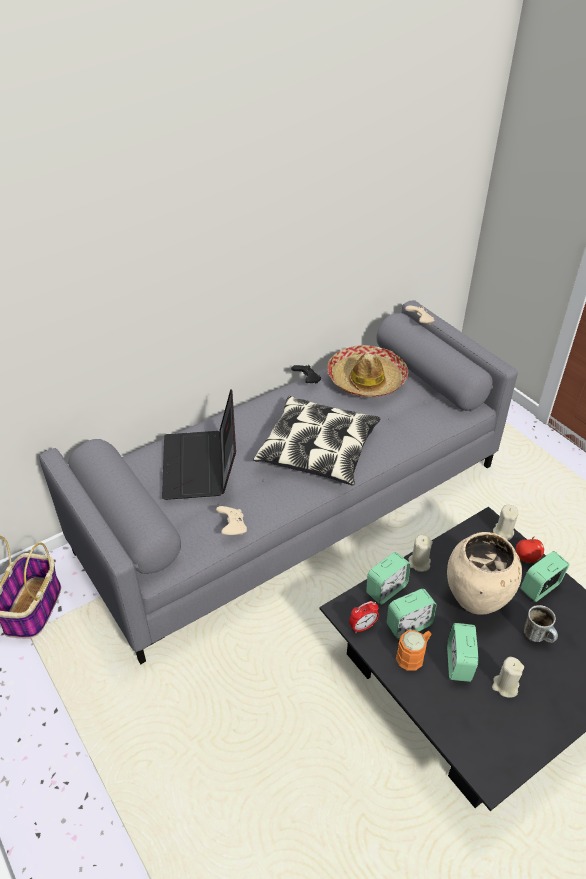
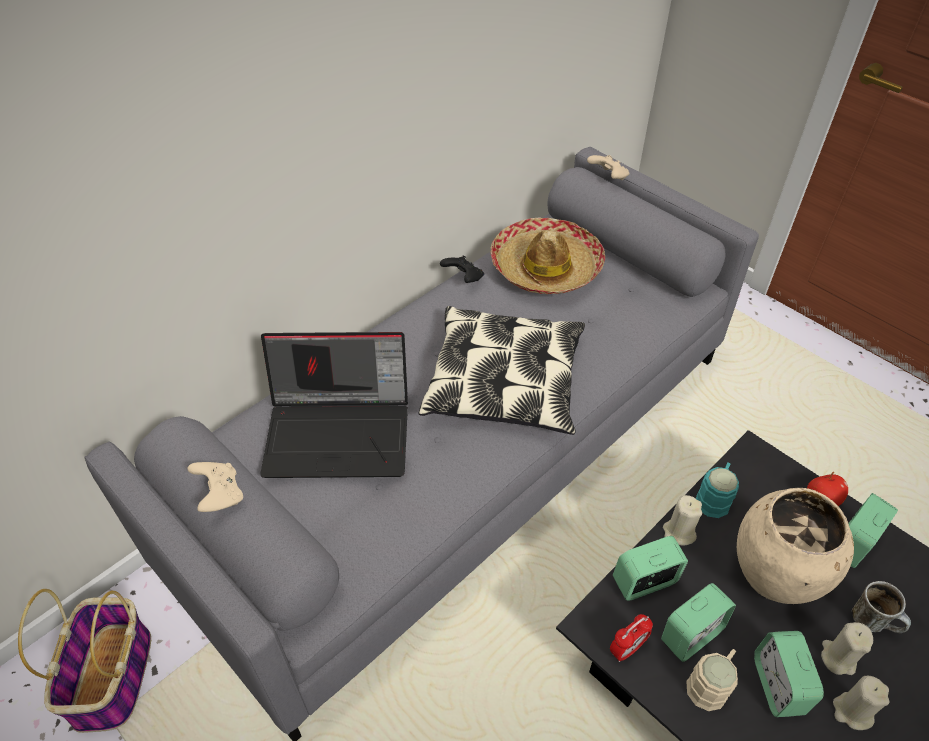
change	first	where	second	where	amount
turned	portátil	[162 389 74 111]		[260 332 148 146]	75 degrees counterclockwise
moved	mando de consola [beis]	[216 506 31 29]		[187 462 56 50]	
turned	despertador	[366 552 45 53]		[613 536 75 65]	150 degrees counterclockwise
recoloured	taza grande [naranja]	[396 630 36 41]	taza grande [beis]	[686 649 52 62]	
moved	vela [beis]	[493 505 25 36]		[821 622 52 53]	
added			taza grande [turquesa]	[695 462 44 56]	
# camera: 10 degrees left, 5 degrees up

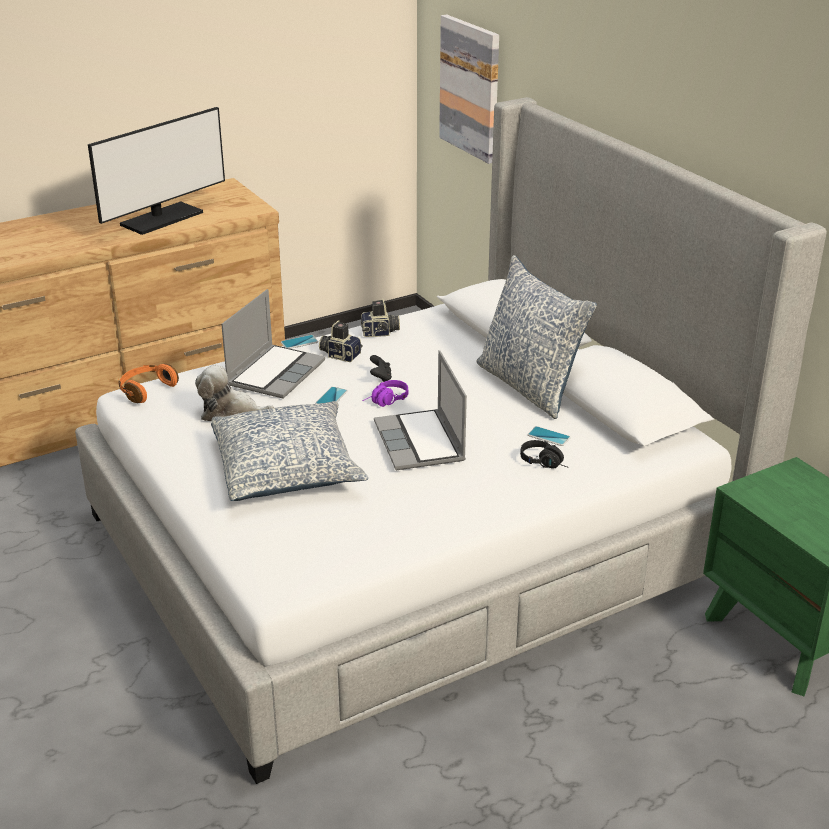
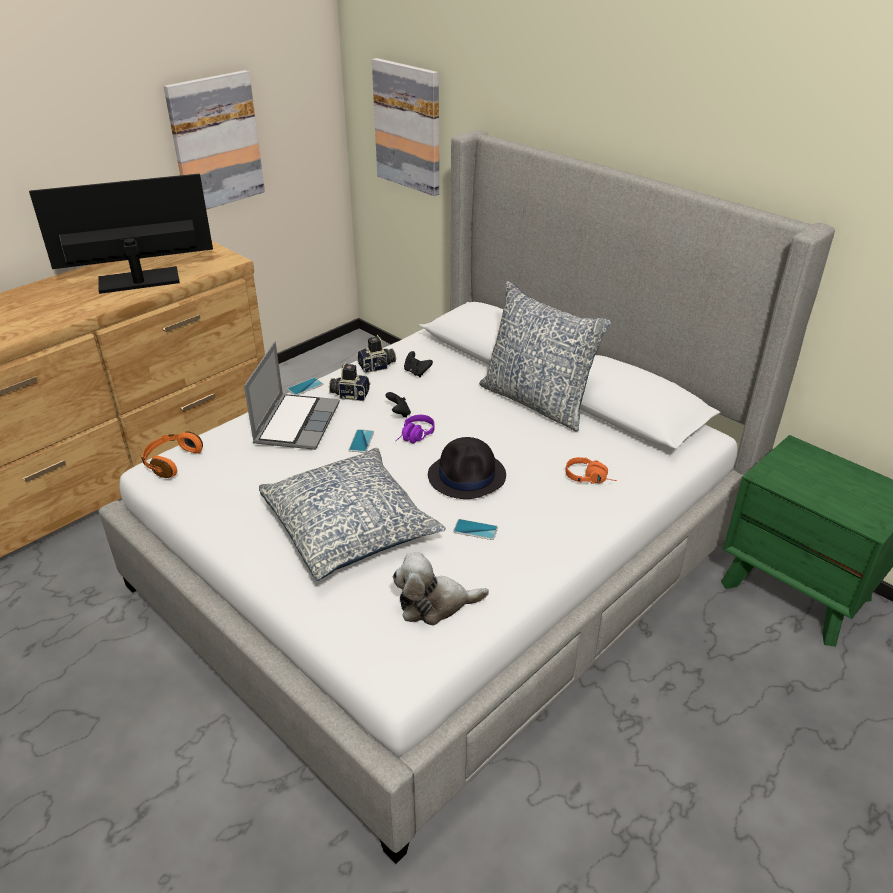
change	first	where	second	where	amount
turned	monitor	[88 107 137 128]		[29 173 184 121]	135 degrees counterclockwise
moved	peluche	[195 364 79 57]		[393 553 96 72]	
replaced	portátil	[374 350 93 120]	sombrero [negro]	[428 437 78 62]	
recoloured	auriculares [negro]	[520 440 47 29]	auriculares [naranja]	[566 457 51 27]	
moved	móvil	[528 426 43 20]		[453 519 45 21]	
added			cuadro	[164 70 101 140]	
added			mando de consola [negro]	[404 351 29 26]	
# camera: 15 degrees left, 5 degrees up

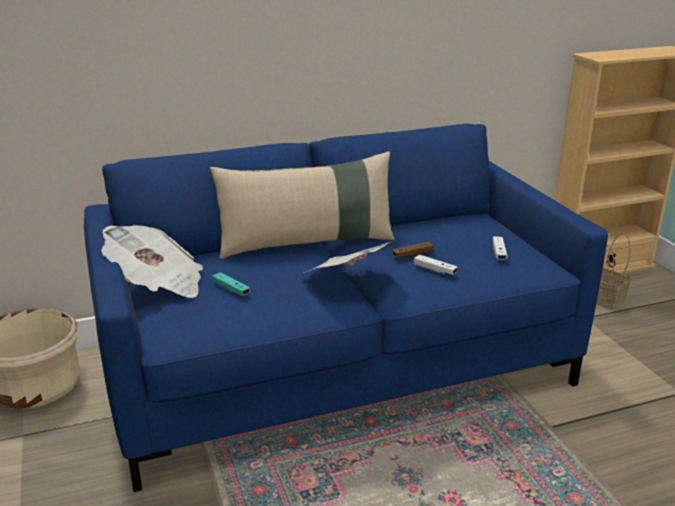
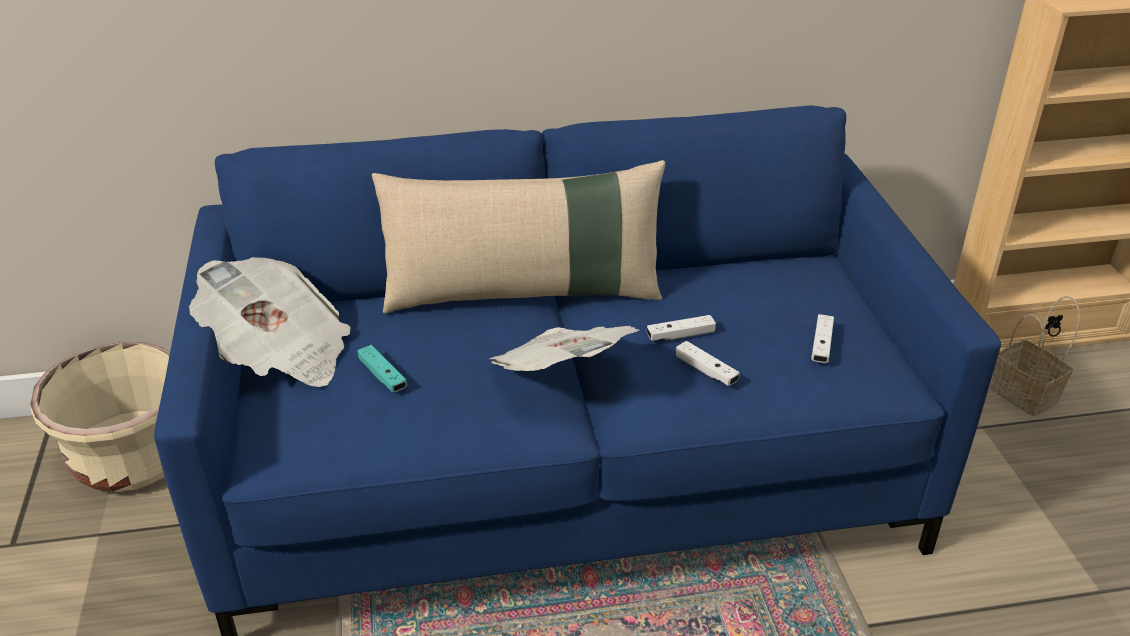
change	first	where	second	where	amount
recoloured	mando de consola [marrón]	[392 242 42 16]	mando de consola [blanco]	[647 315 69 26]	
# camera: 10 degrees right, 10 degrees up

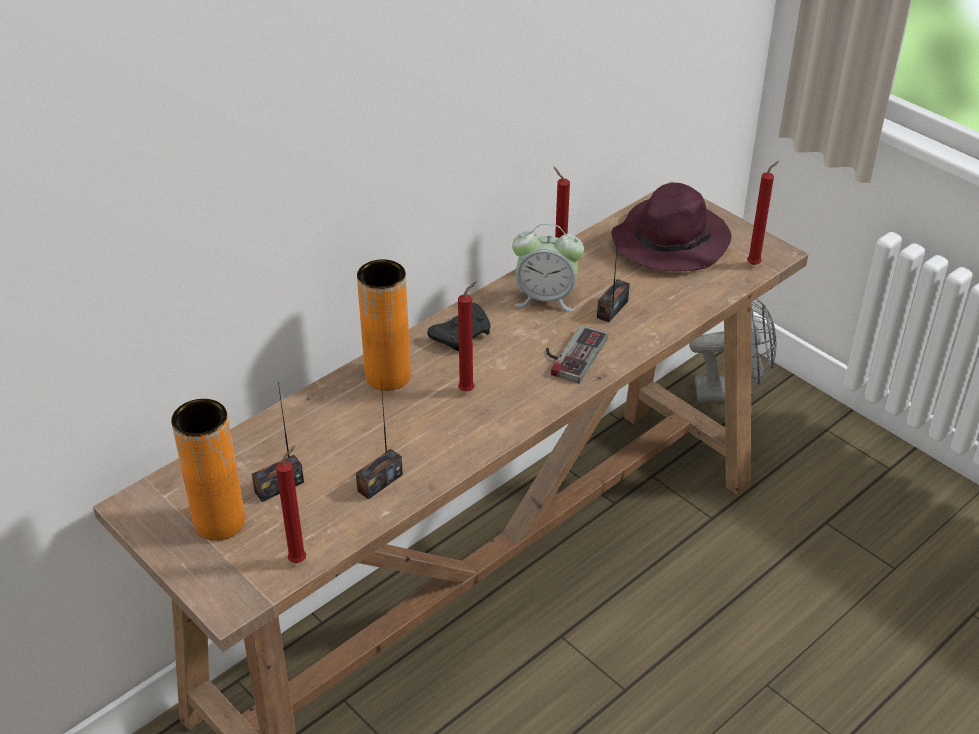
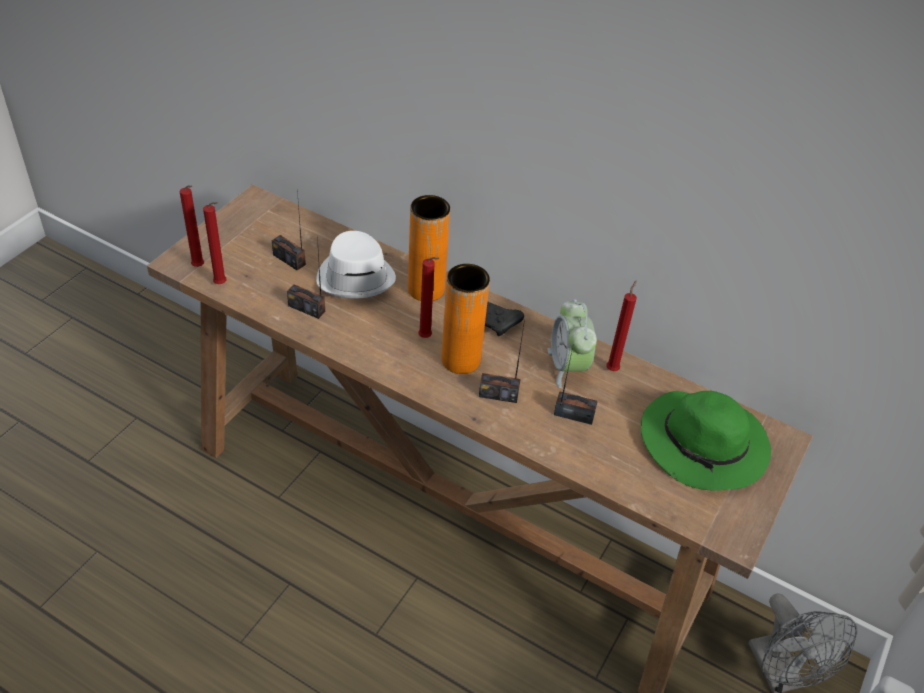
change	first	where	second	where	amount
moved	florero [naranja]	[171 399 74 142]		[441 264 49 110]	
replaced	mando de consola	[546 325 62 59]	radio	[479 319 46 84]	
recoloured	sombrero [morado]	[611 183 121 88]	sombrero [verde]	[641 391 130 100]	
moved	vela [rojo]	[747 161 32 104]		[180 185 24 82]	
added			sombrero [blanco]	[316 231 80 68]	
# camera: 70 degrees right, 5 degrees up

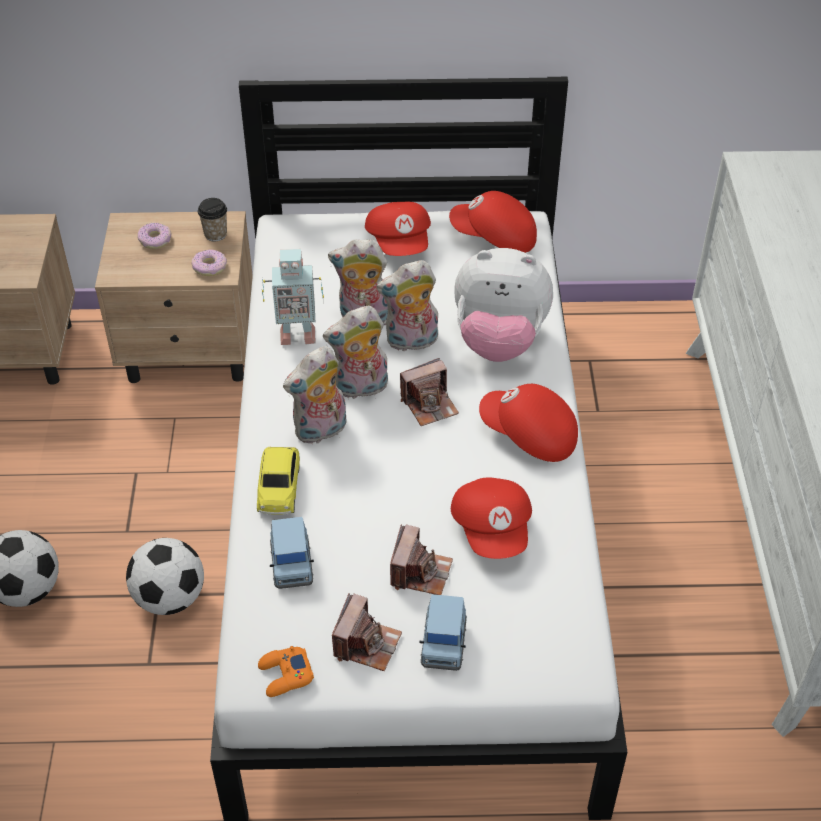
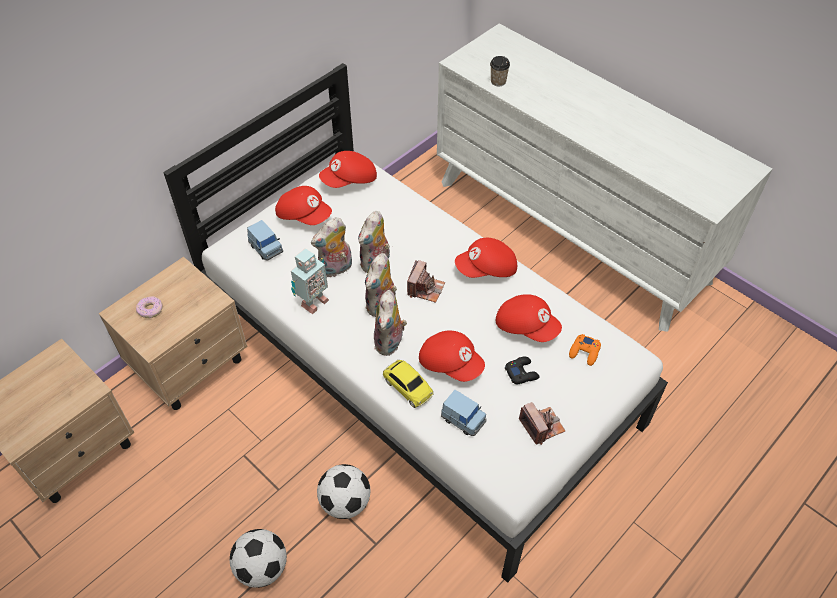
change	first	where	second	where	amount
removed	rosquilla	[191 249 36 27]			
moved	taza	[198 198 29 43]		[490 56 20 30]	
moved	mando de consola [naranja]	[258 646 56 51]		[569 334 32 32]	
replaced	cámara	[390 524 63 71]	mando de consola [negro]	[505 356 34 28]	
moved	coche de juguete [azul]	[419 594 48 77]		[247 220 36 40]	
removed	peluche	[454 248 99 114]			
added			gorra [rojo]	[419 331 66 51]	
# camera: 45 degrees left, 5 degrees up

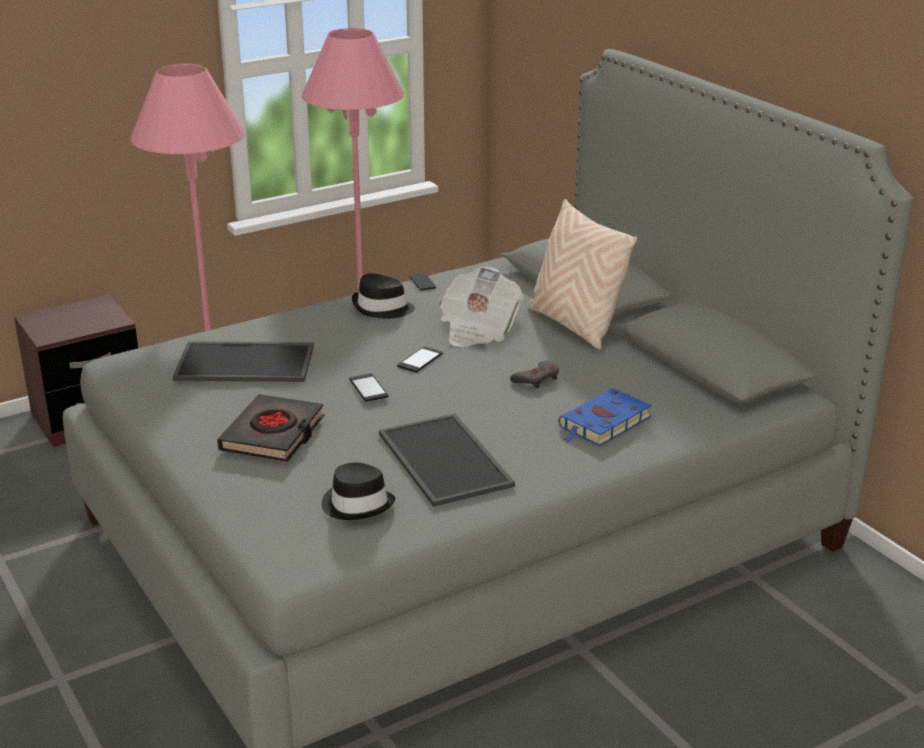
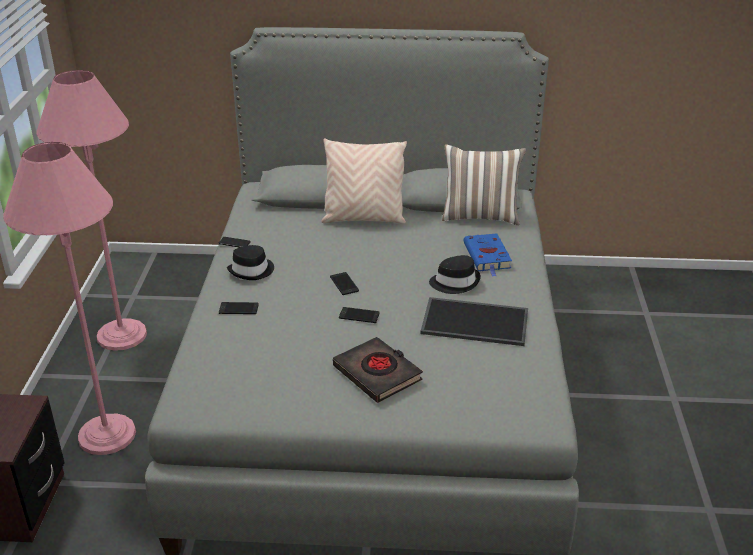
change	first	where	second	where	amount
removed	bandeja	[172 341 142 41]			
moved	sombrero [negro]	[322 462 73 58]		[429 255 52 39]	
removed	periódico	[439 267 84 80]			
removed	mando de consola [gris]	[510 361 49 27]			
added			móvil	[219 302 40 12]	
added			cojín	[442 144 84 81]	
# camera: 55 degrees left, 5 degrees up

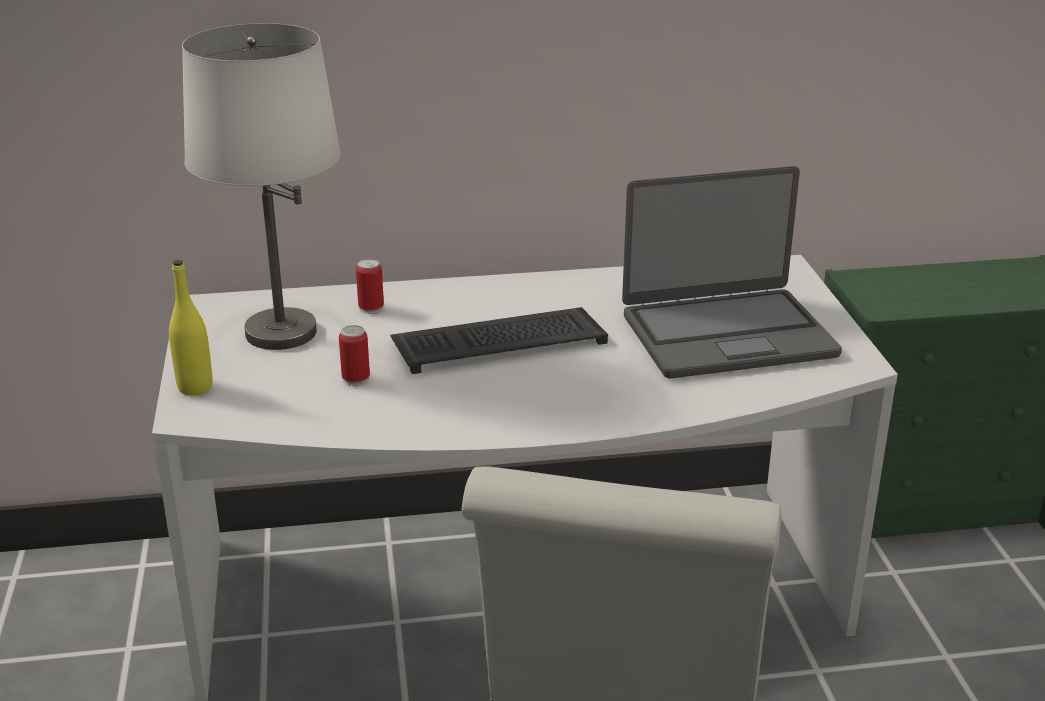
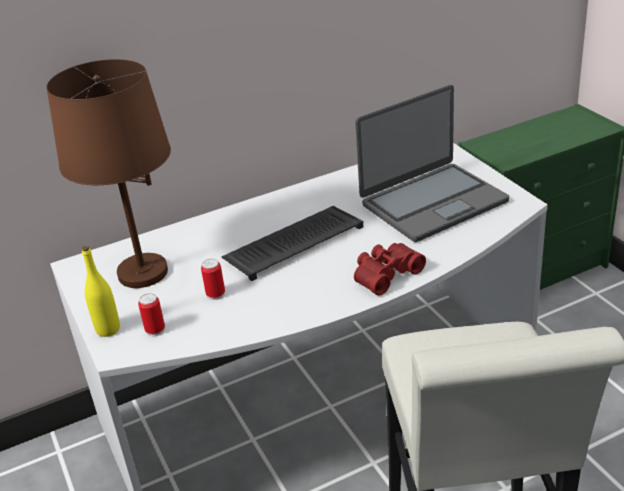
change	first	where	second	where	amount
recoloured	lámpara de mesa [blanco]	[182 23 159 327]	lámpara de mesa [marrón]	[46 59 125 229]	
moved	lata	[356 259 28 55]		[138 293 27 43]	
added			prismáticos [rojo]	[354 243 72 53]	
# camera: 15 degrees left, 5 degrees up

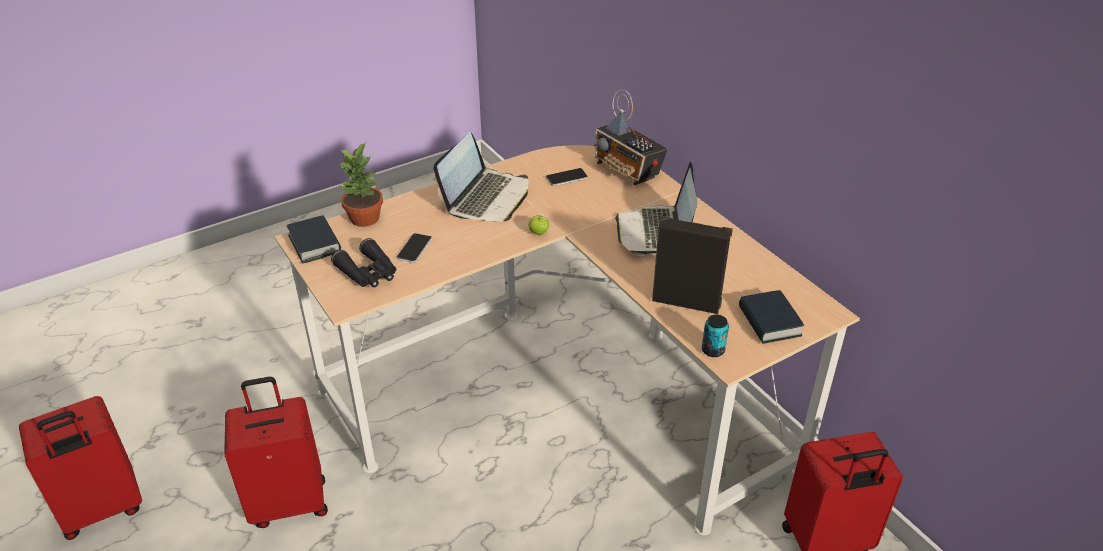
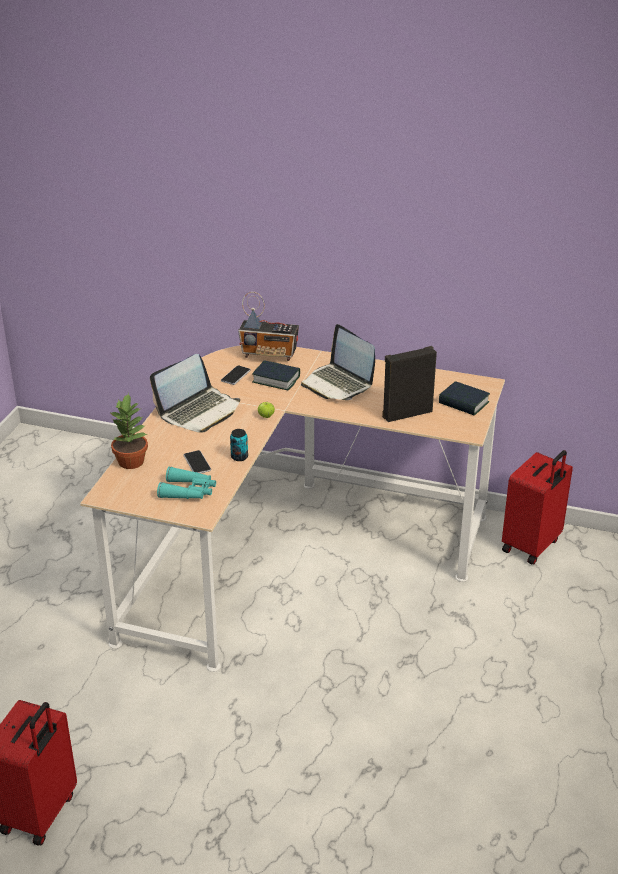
change	first	where	second	where	amount
removed	maleta [rojo]	[224 377 104 151]			
moved	libro	[287 215 54 48]		[252 360 48 31]	
recoloured	prismáticos [negro]	[331 238 65 50]	prismáticos [turquesa]	[157 467 59 32]	
turned	portátil	[433 132 96 90]		[150 354 90 79]	60 degrees clockwise
moved	lata	[702 314 27 43]		[230 429 18 32]	
# camera: 40 degrees left, 5 degrees down

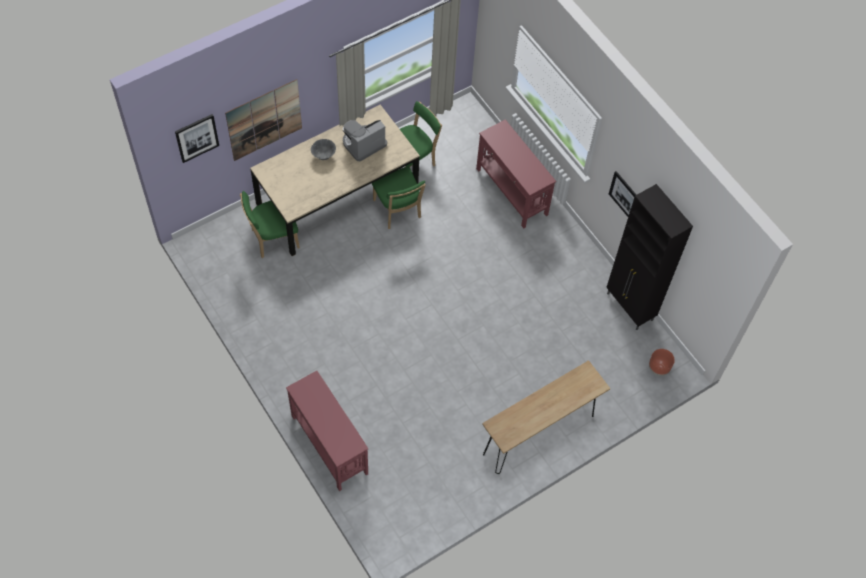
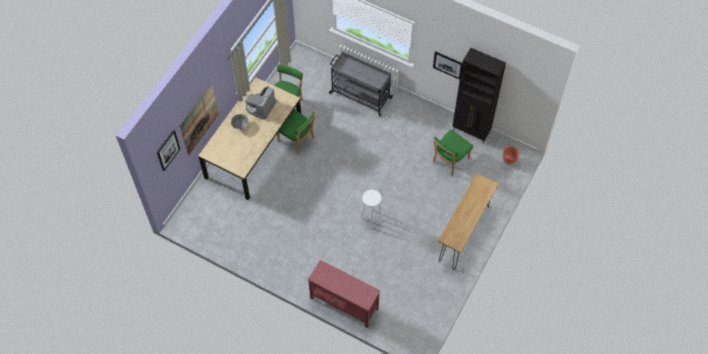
change	first	where	second	where	amount
moved	silla [verde]	[240 191 60 67]		[433 130 40 46]	
replaced	mesa consola [rojo]	[476 119 80 109]	carrito [gris]	[329 51 64 65]	
added			taburete [blanco]	[361 190 21 39]	
# camera: 25 degrees left, 0 degrees up

